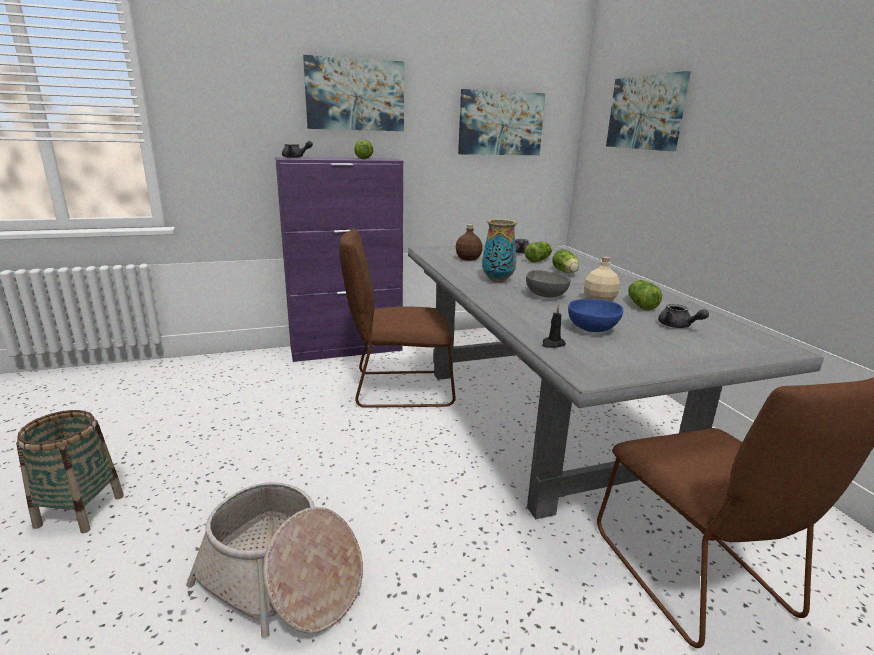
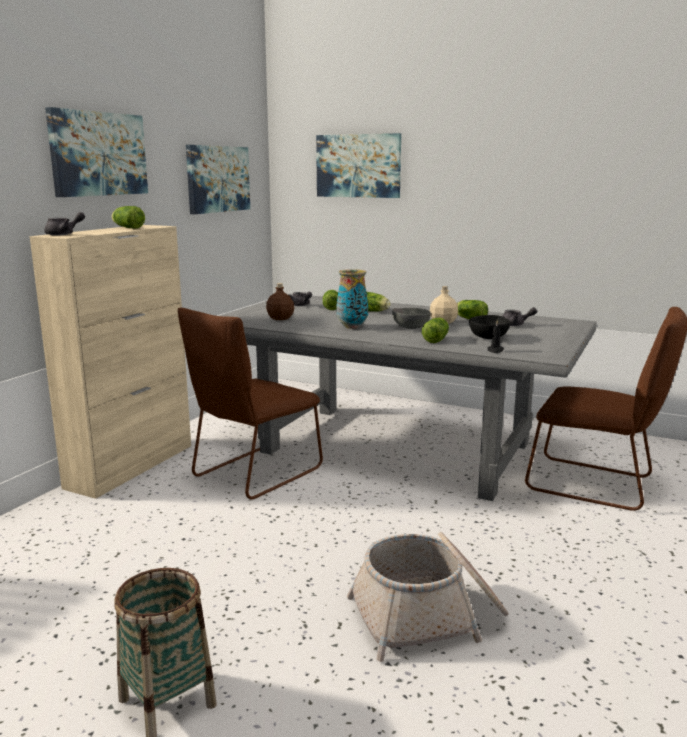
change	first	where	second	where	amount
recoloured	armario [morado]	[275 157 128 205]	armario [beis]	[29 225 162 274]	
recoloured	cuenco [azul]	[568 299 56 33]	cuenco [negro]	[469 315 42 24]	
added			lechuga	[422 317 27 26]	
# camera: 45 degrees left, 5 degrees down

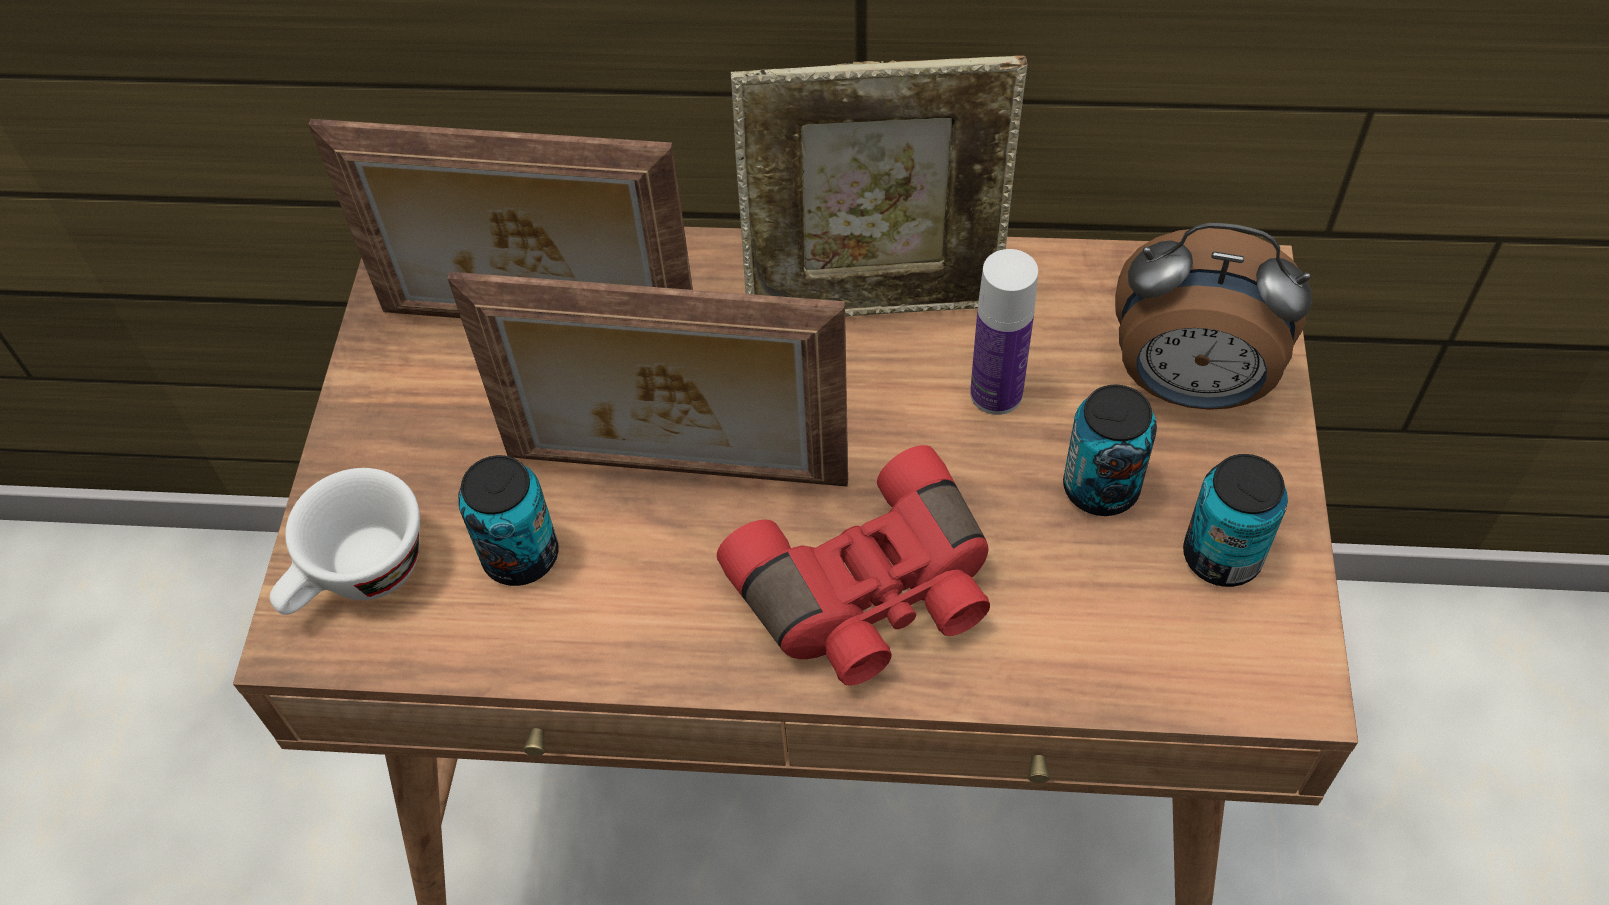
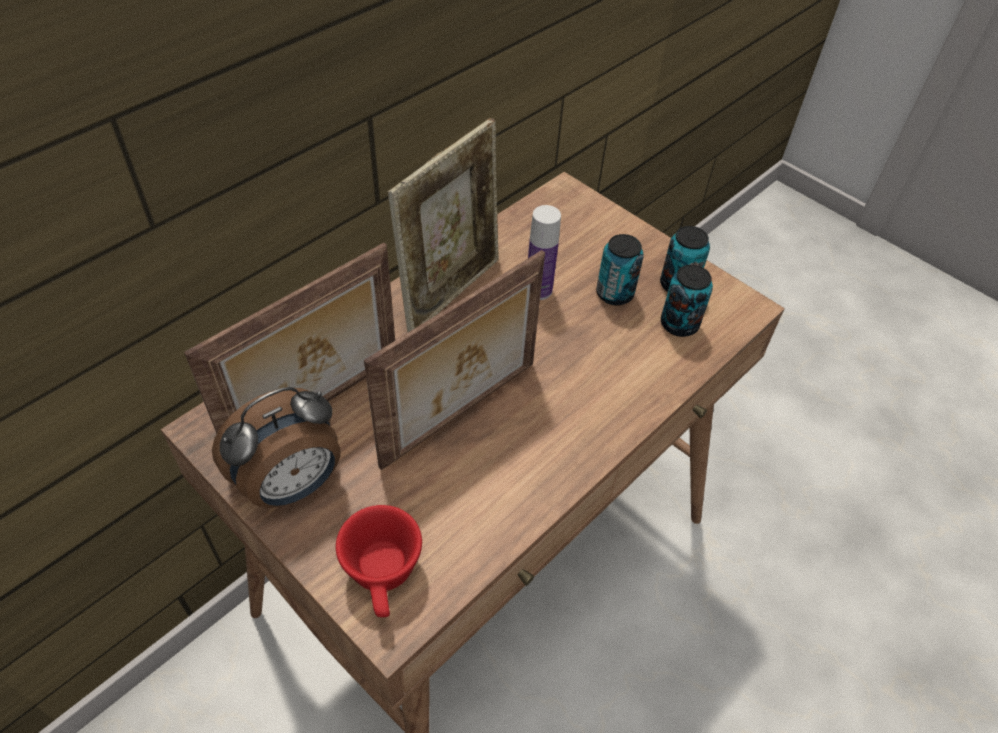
change	first	where	second	where	amount
recoloured	taza [blanco]	[270 468 150 147]	taza [rojo]	[336 505 86 112]	
moved	lata	[458 455 101 131]		[661 264 52 73]	
removed	prismáticos [rojo]	[717 445 273 241]			
moved	despertador	[1115 223 197 187]		[212 387 129 121]	
# camera: 55 degrees left, 5 degrees down

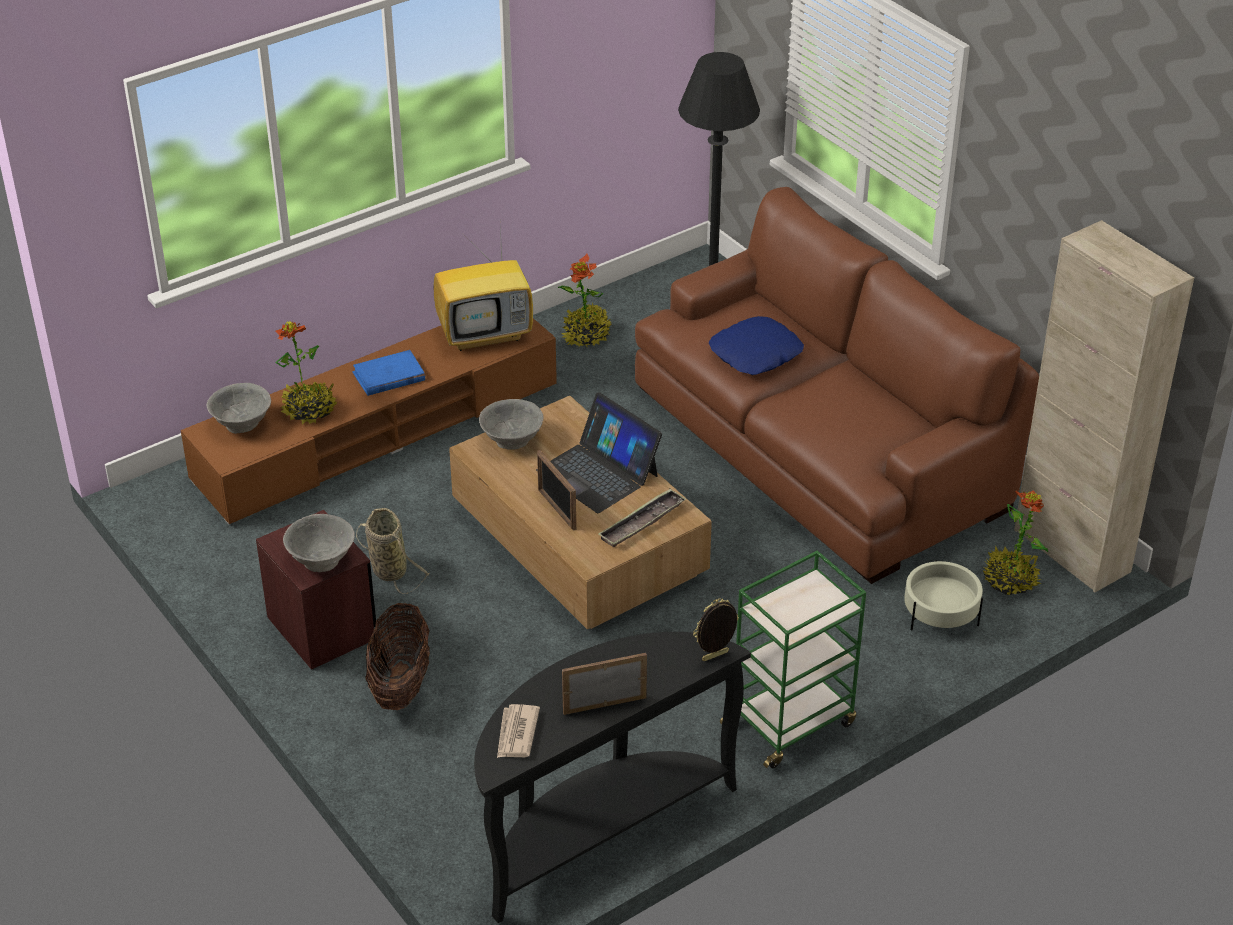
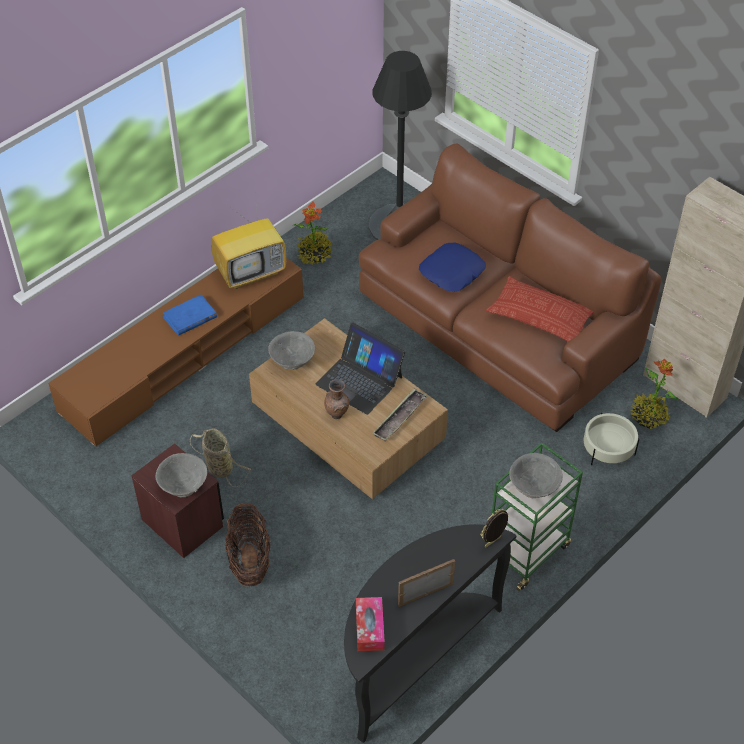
change	first	where	second	where	amount
moved	cuenco [gris]	[206 383 65 51]		[509 453 54 45]	
removed	planta en maceta	[275 321 63 103]			
replaced	periódico	[497 704 43 54]	caja de pañuelos	[356 597 29 54]	
replaced	portarretratos	[537 450 39 80]	florero [marrón]	[324 379 25 40]	
added			cojín	[486 276 108 65]	
# camera: 10 degrees left, 10 degrees up

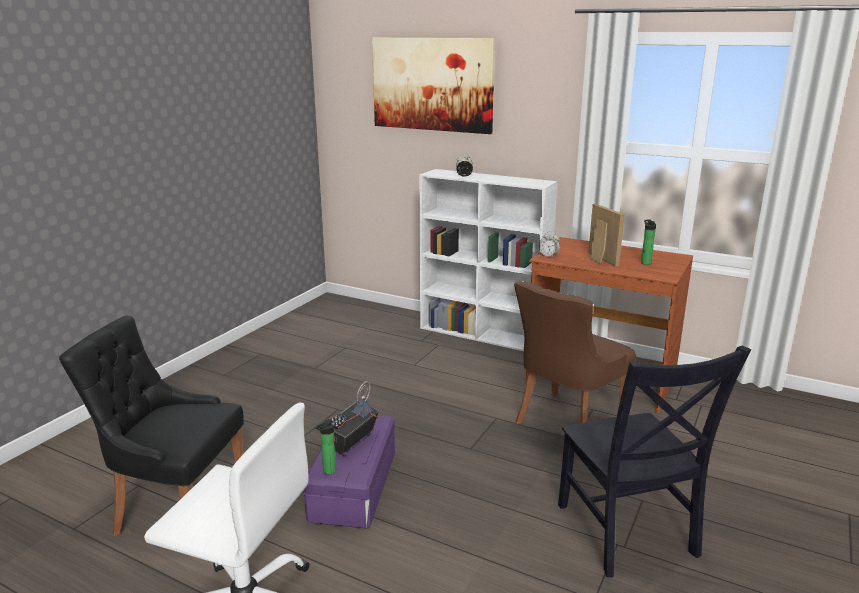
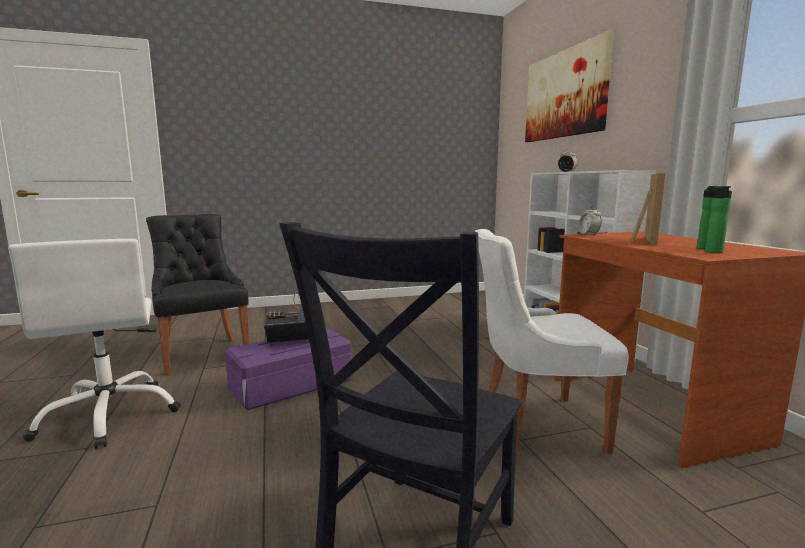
change	first	where	second	where	amount
moved	botella	[315 419 21 56]		[705 186 27 67]	
recoloured	silla [marrón]	[514 281 122 143]	silla [blanco]	[475 229 154 225]	
# camera: 45 degrees right, 10 degrees down

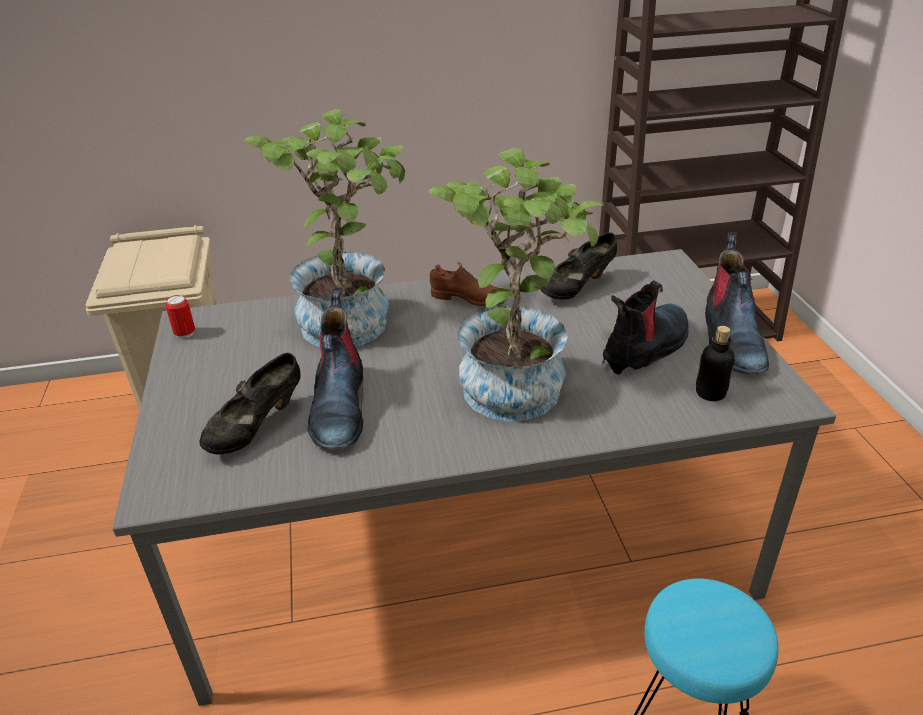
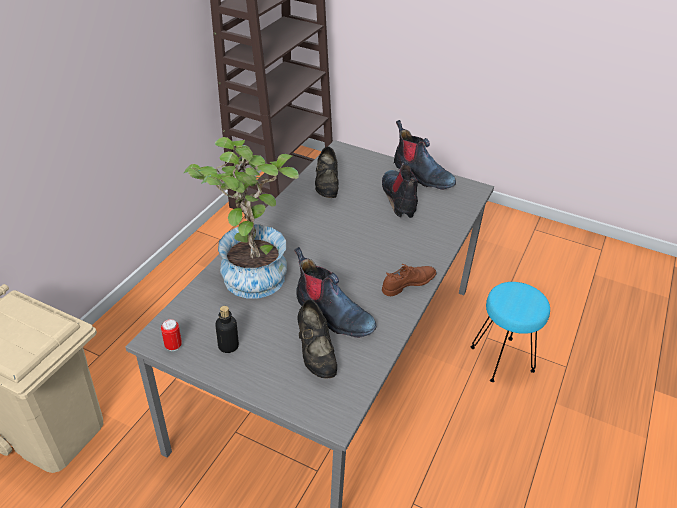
change	first	where	second	where	amount
removed	planta en maceta	[429 148 176 273]			
moved	zapato [marrón]	[430 262 78 44]		[382 264 55 32]	
moved	botella	[696 326 39 75]		[215 306 24 47]	
# camera: 55 degrees left, 5 degrees up

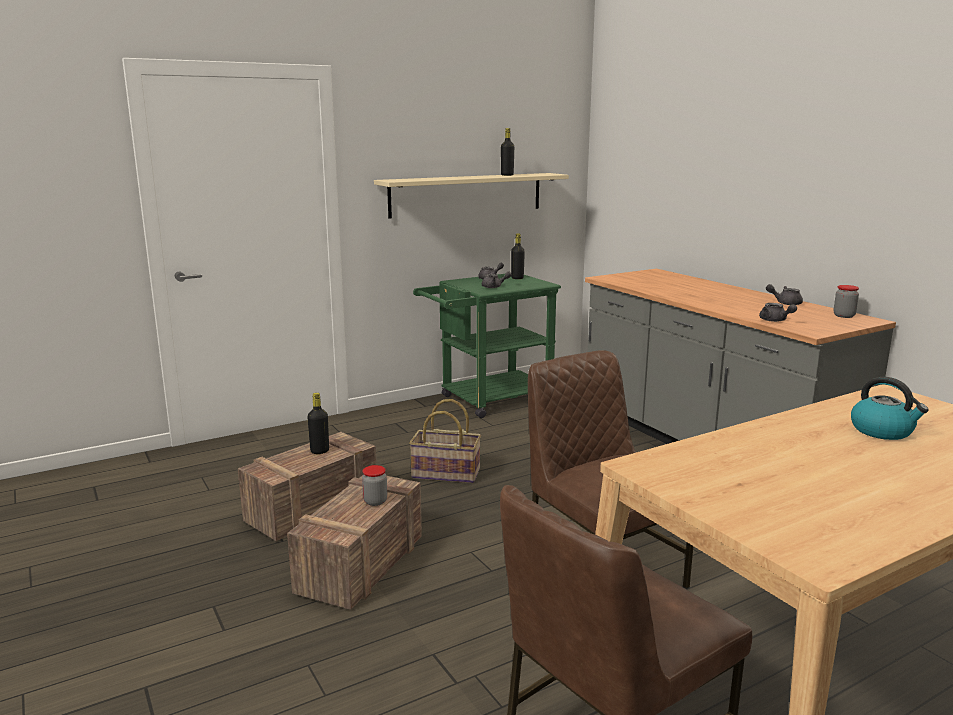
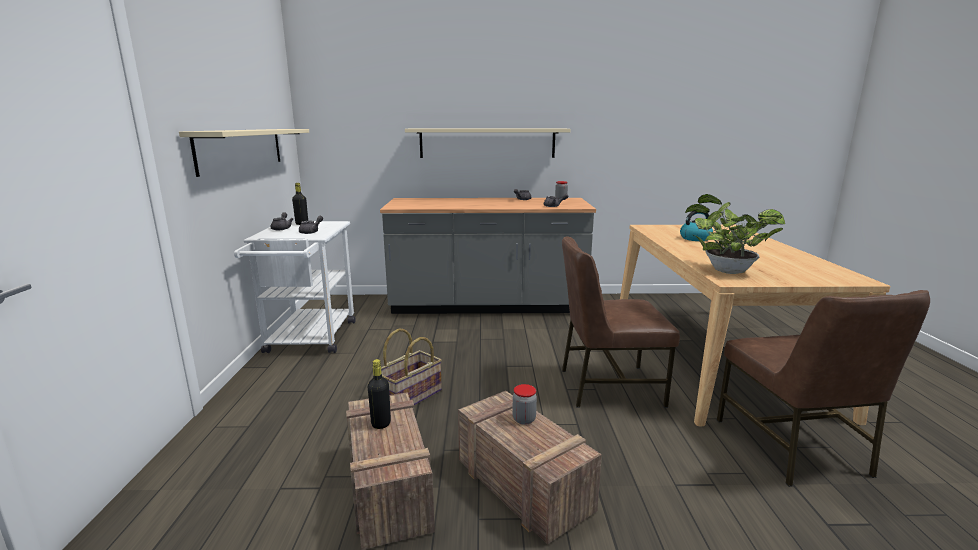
change	first	where	second	where	amount
recoloured	carrito [verde]	[413 274 148 144]	carrito [blanco]	[234 221 122 132]	
removed	botella [negro]	[501 128 13 48]			
added			estante [beis]	[405 129 166 29]	
added			planta en maceta	[685 194 100 80]	
# camera: 60 degrees left, 0 degrees up

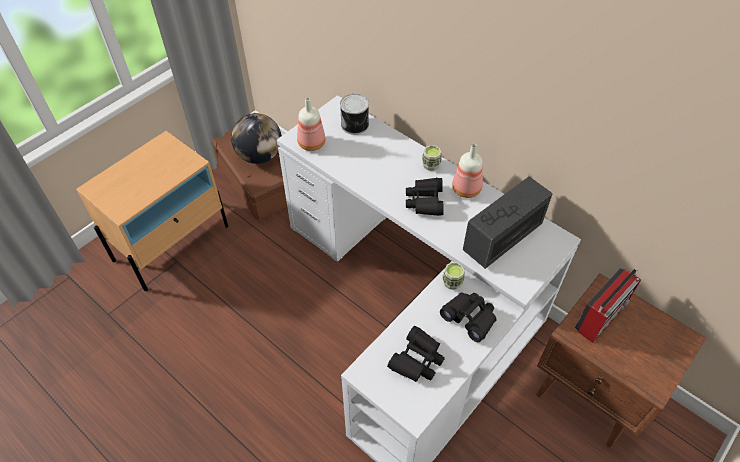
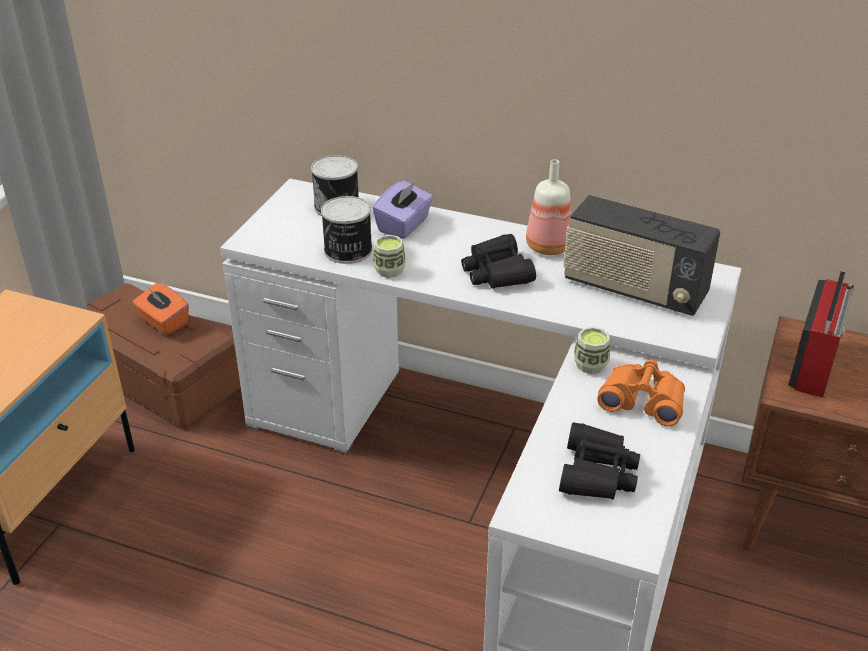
change	first	where	second	where	amount
replaced	globo terráqueo	[231 113 51 51]	caja de pañuelos [naranja]	[133 283 56 52]	
removed	botella	[297 97 28 54]			
moved	taza	[422 145 20 26]		[373 235 33 43]	
recoloured	prismáticos [negro]	[440 292 56 50]	prismáticos [naranja]	[597 359 88 68]	
turned	radio	[463 176 90 93]		[563 195 158 121]	90 degrees counterclockwise
added			lata	[321 196 51 68]	
added			caja de pañuelos [morado]	[372 181 61 58]	
# camera: 20 degrees left, 15 degrees down

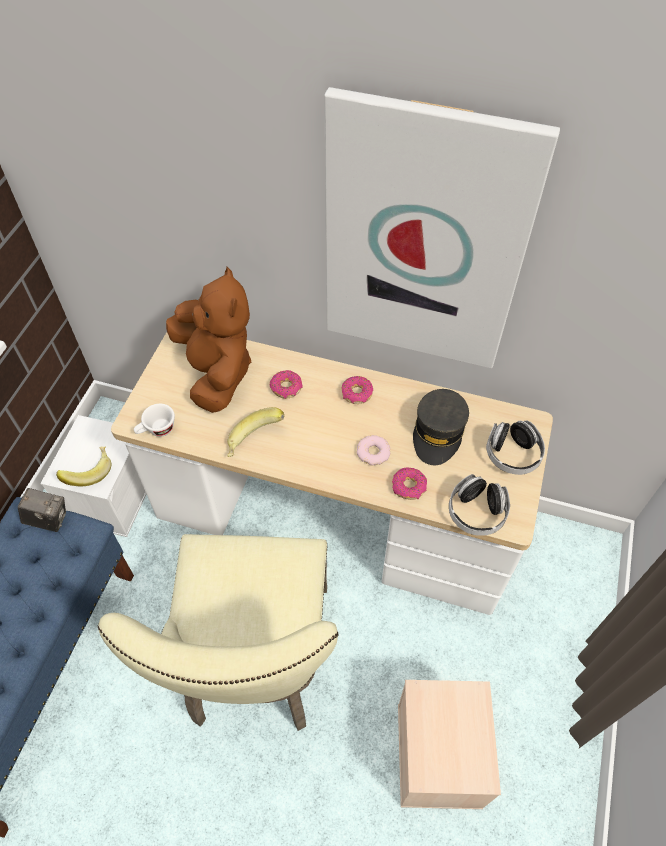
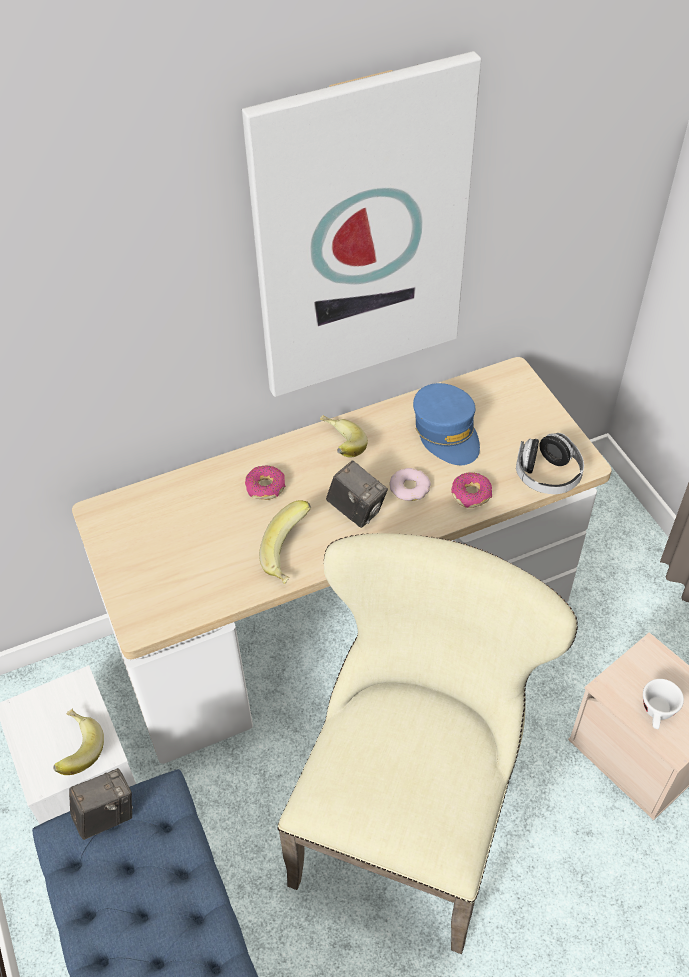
change	first	where	second	where	amount
turned	silla [beis]	[98 534 240 197]		[277 533 301 421]	120 degrees counterclockwise
moved	taza [blanco]	[134 404 41 33]		[643 679 41 50]	
removed	peluche [marrón]	[166 267 85 146]			
replaced	rosquilla	[342 376 31 28]	plátano	[320 415 48 43]	
recoloured	gorra [gris]	[413 389 56 76]	gorra [azul]	[413 383 67 82]	
removed	auriculares	[486 421 59 54]			
added			cámara	[326 461 62 67]	
# camera: 40 degrees left, 5 degrees down

